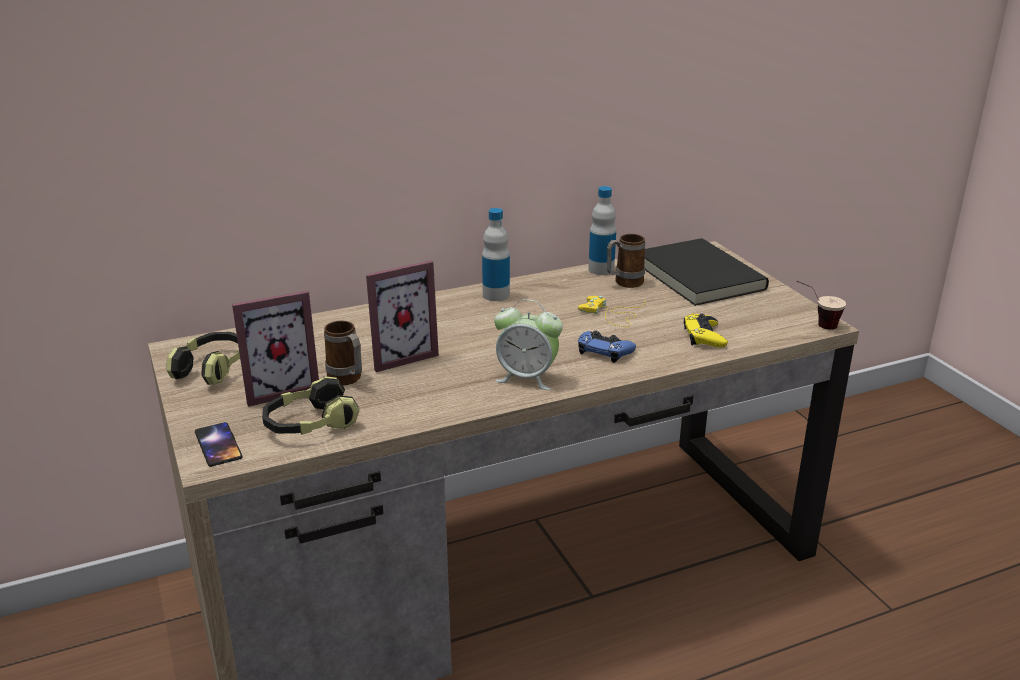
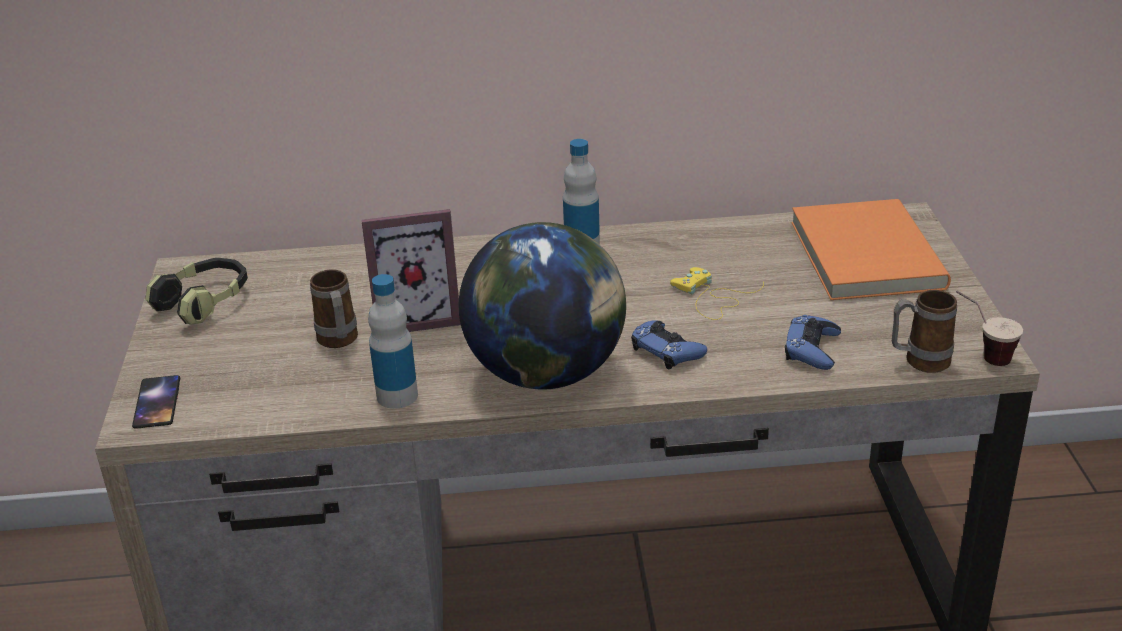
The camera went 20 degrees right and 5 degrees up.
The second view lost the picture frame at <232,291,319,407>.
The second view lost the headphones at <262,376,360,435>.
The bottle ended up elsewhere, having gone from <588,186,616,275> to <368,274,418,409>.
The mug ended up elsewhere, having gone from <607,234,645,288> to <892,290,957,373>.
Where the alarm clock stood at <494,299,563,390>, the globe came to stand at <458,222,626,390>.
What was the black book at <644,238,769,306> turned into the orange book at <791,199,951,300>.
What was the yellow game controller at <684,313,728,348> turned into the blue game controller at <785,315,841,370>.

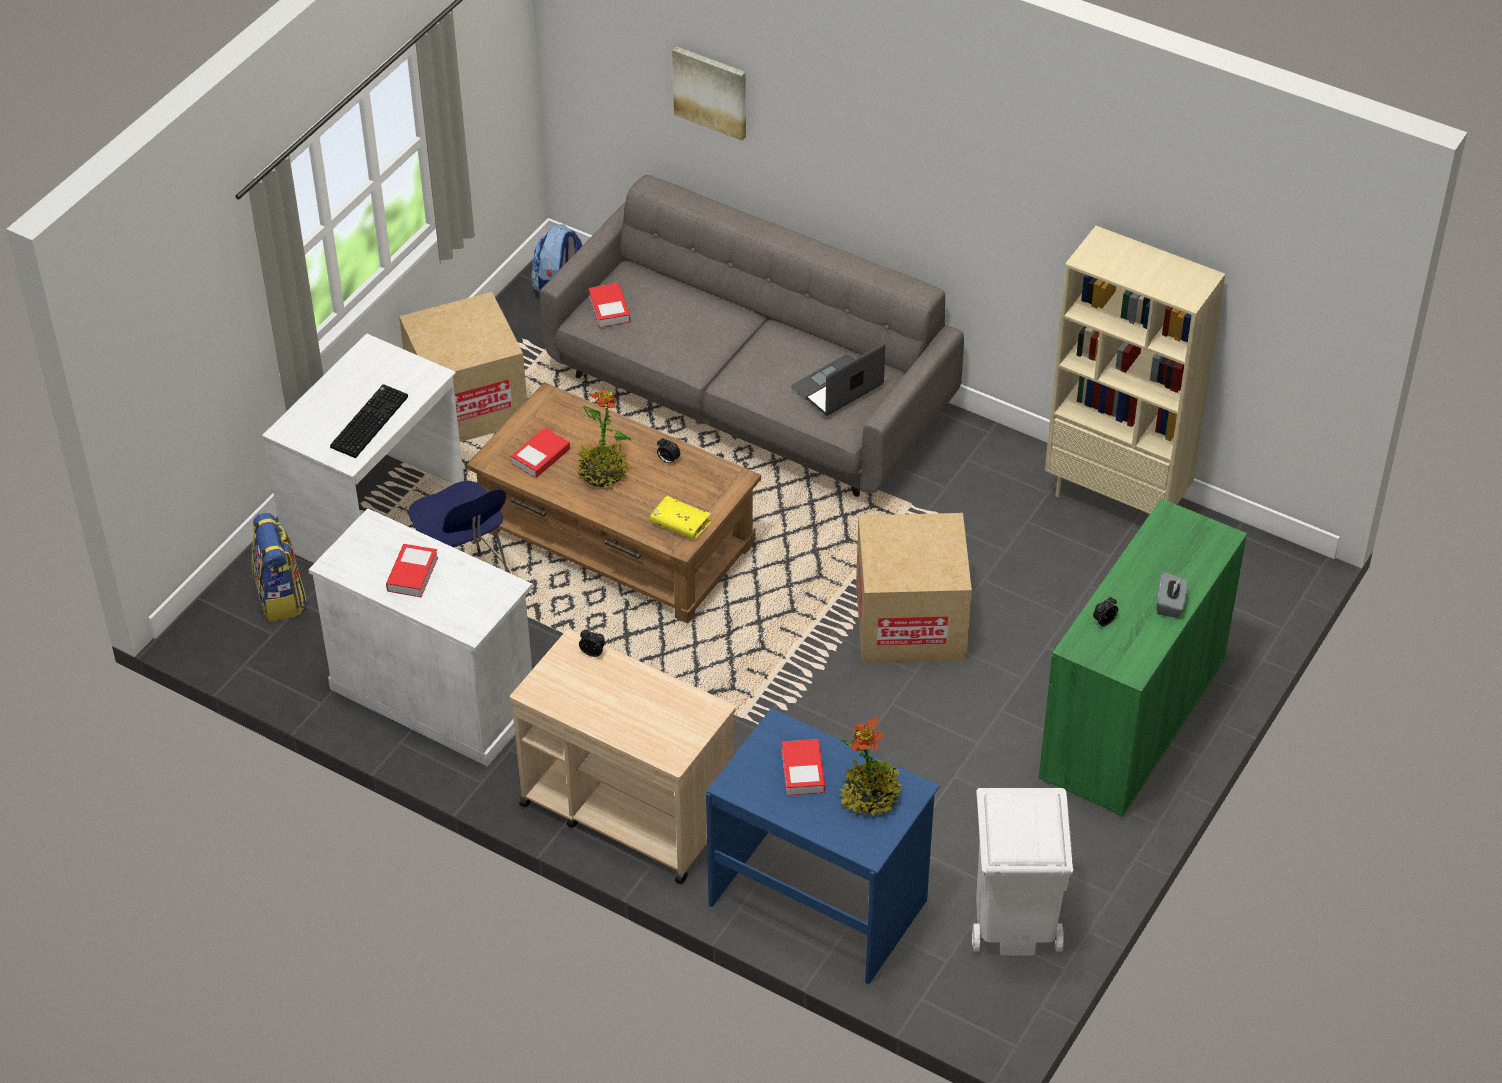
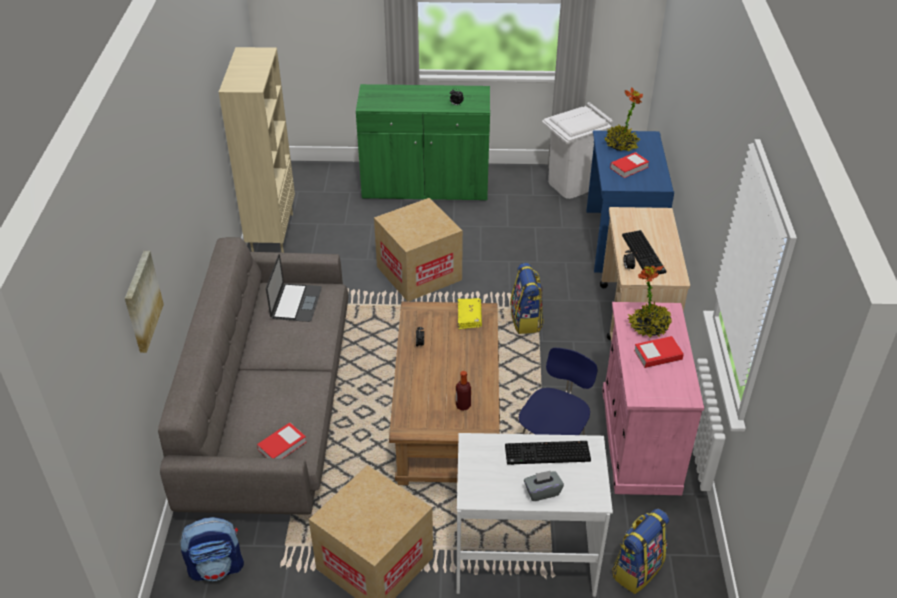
The camera went 120 degrees left and 5 degrees down.
The second view gained the backpack at <510,263,544,334>.
The second view gained the keyboard at <622,230,666,275>.
The potted plant ended up elsewhere, having gone from <576,388,632,487> to <627,266,672,338>.
The grey tissue box ended up elsewhere, having gone from <1157,572,1188,618> to <524,471,564,501>.
Where the book stood at <511,428,570,478>, the bottle came to stand at <456,371,471,411>.
What was the white cabinet at <308,508,533,767> turned into the pink cabinet at <602,302,704,495>.
The laptop at <791,343,885,416> ended up facing another way, 105 degrees counterclockwise from before.

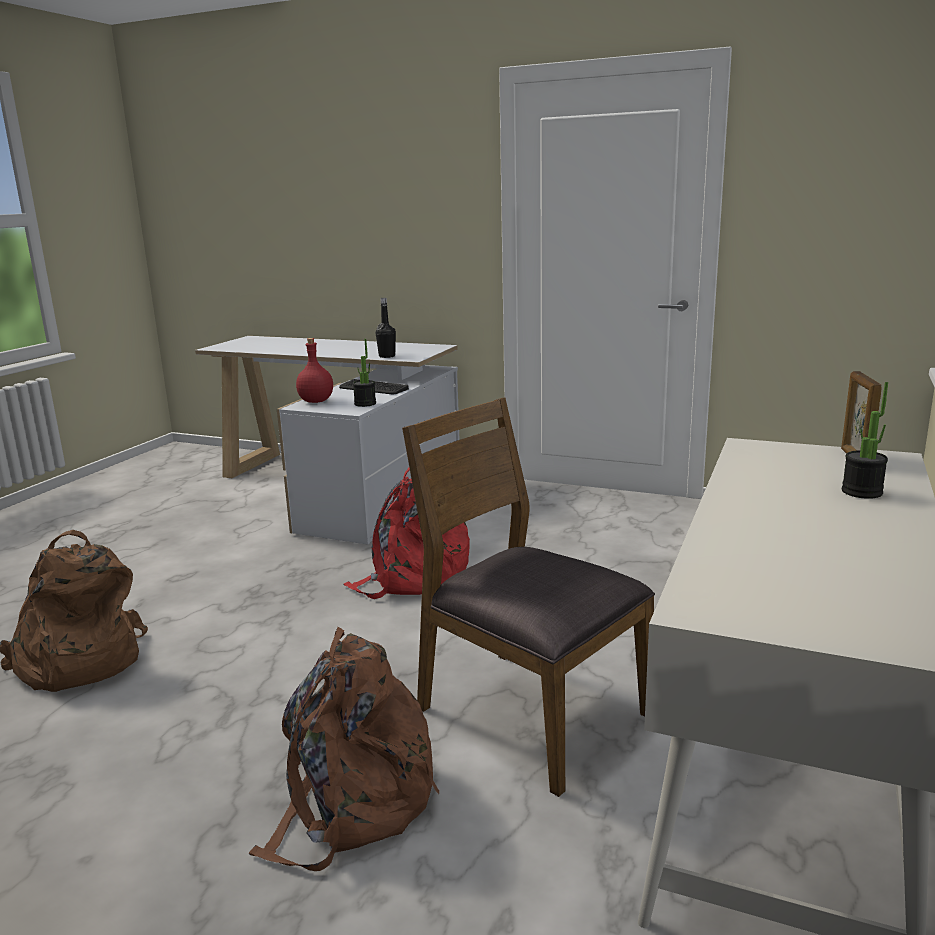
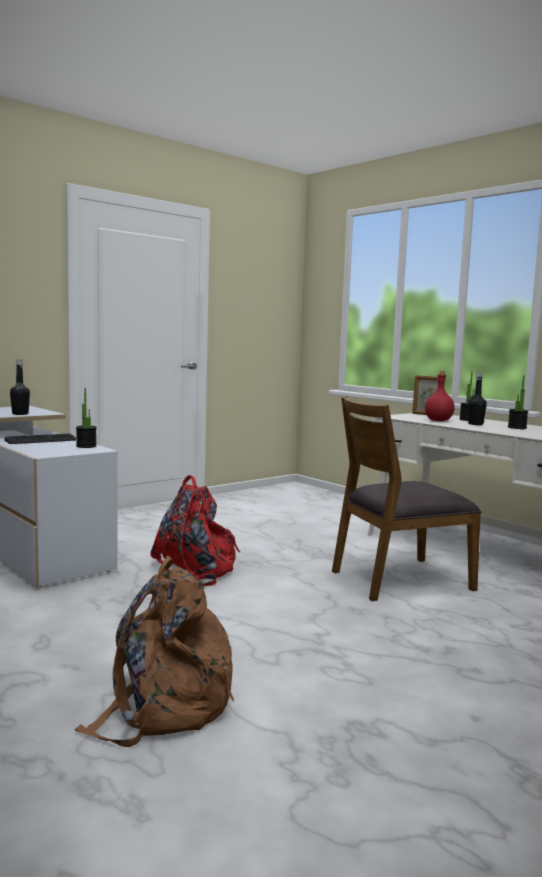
The camera went 65 degrees left and 10 degrees down.
The second view lost the brown backpack at <248,627,439,871>.
The second view gained the black bottle at <468,373,487,425>.
The second view gained the potted plant at <508,375,528,429>.
The red bottle ended up elsewhere, having gone from <296,338,333,403> to <425,371,455,421>.

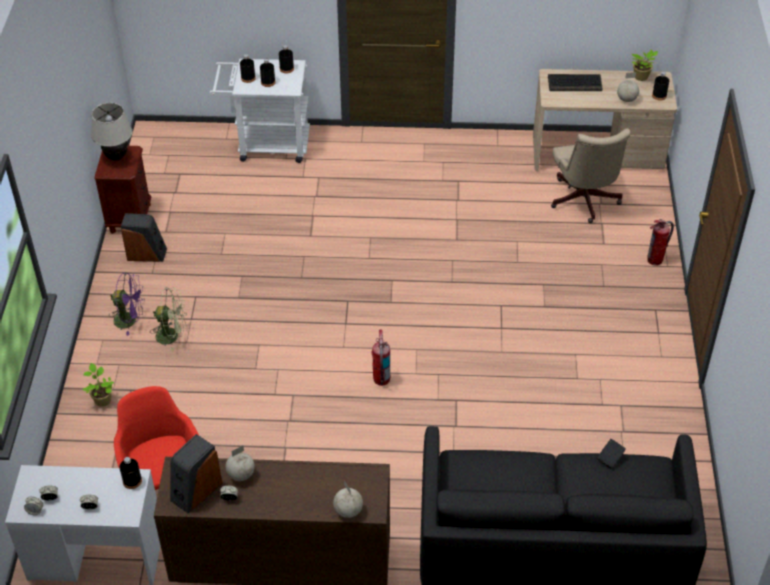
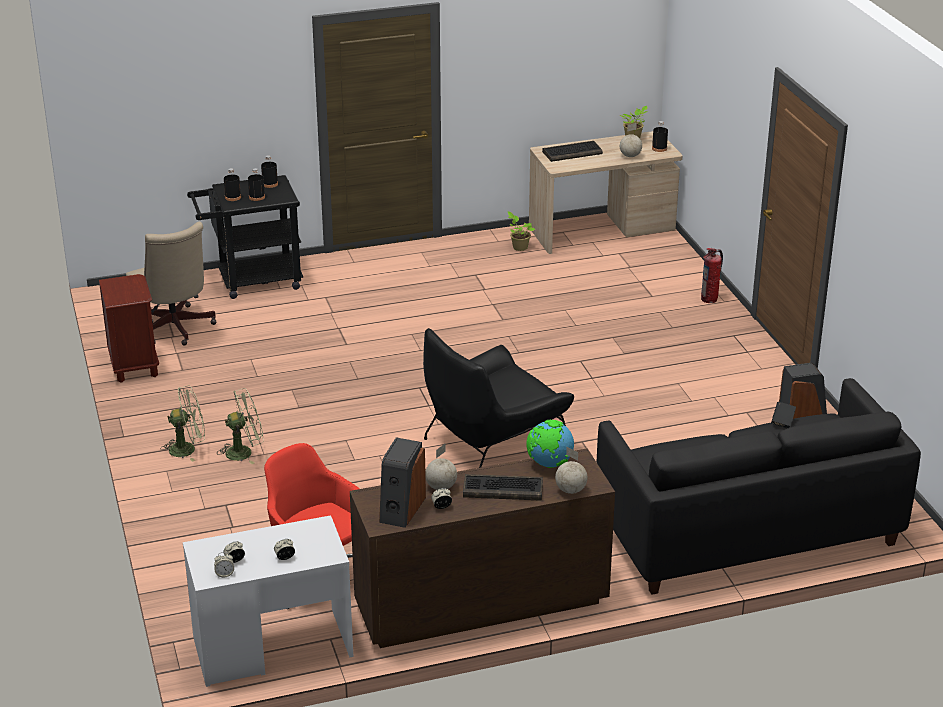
The camera went 20 degrees left and 15 degrees down.
The second view lost the beige table lamp at <91,103,132,161>.
The second view lost the black bottle at <119,457,142,489>.
The second view gained the keyboard at <463,474,543,501>.
The second view gained the globe at <526,420,574,468>.
The potted plant ended up elsewhere, having gone from <82,363,114,407> to <508,211,535,251>.
The speaker ended up elsewhere, having gone from <121,213,167,262> to <779,363,827,419>.
The beige office chair ended up elsewhere, having gone from <551,128,630,223> to <126,222,217,345>.
Where the fire extinguisher stood at <371,329,391,386>, the black armchair came to stand at <423,328,574,468>.
What was the purple fan at <110,272,145,336> turned into the green fan at <160,386,205,462>.
What was the white cart at <210,59,310,163> turned into the black cart at <187,175,303,299>.

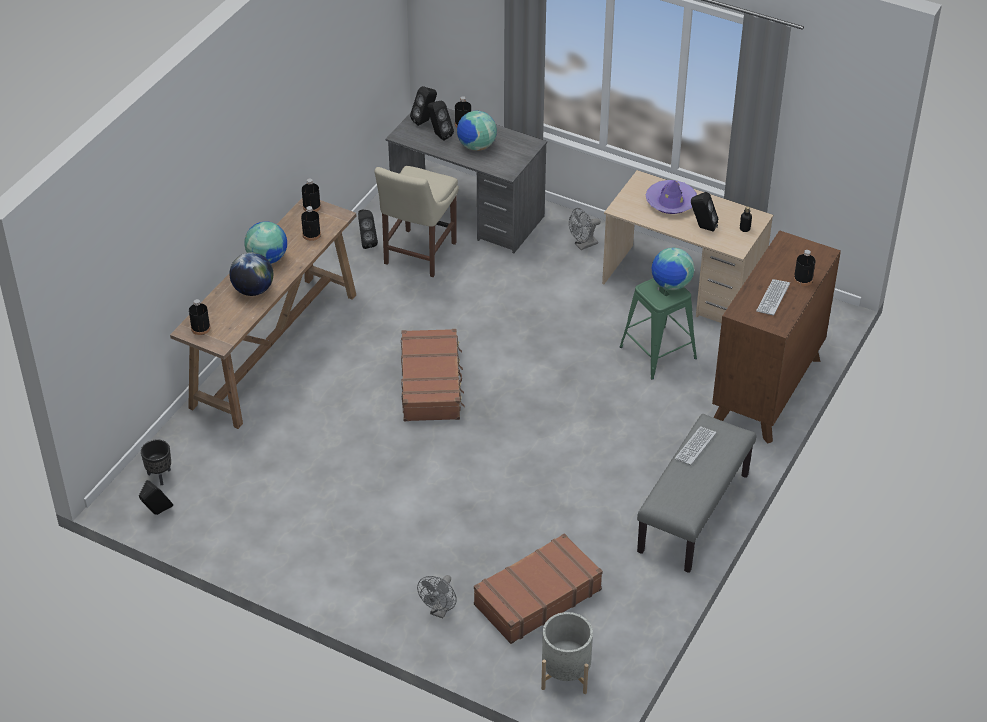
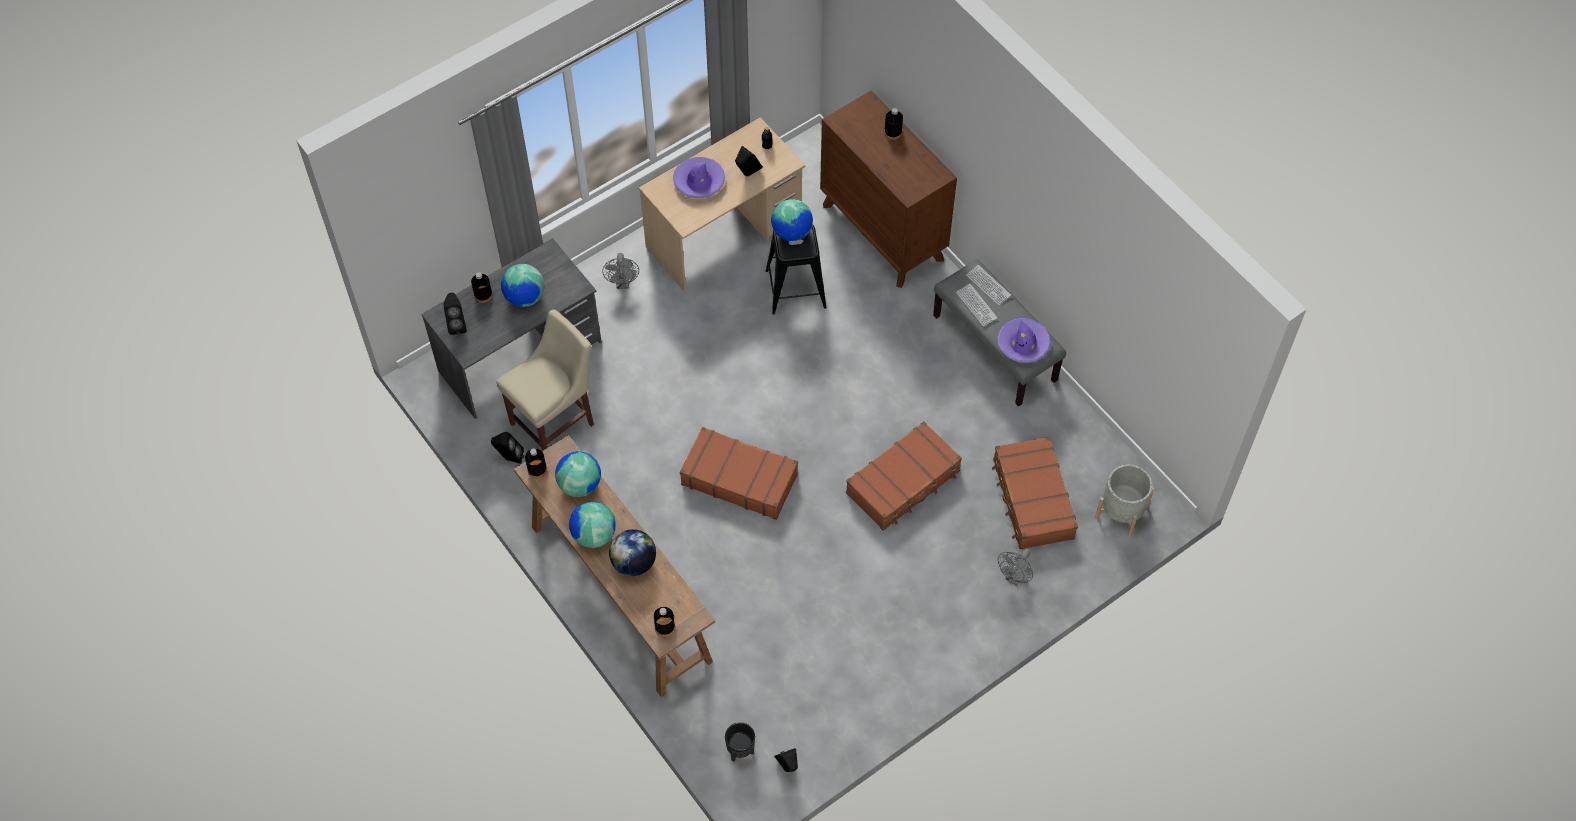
The camera went 65 degrees left and 15 degrees up.
The second view lost the black speaker at <427,101,454,141>.
The second view gained the brown suitcase at <846,421,962,531>.
The second view gained the purple hat at <997,318,1051,363>.
The keyboard ended up elsewhere, having gone from <756,279,790,316> to <966,265,1011,305>.
Where the black bottle stood at <301,206,321,241>, the globe came to stand at <555,451,601,497>.
What was the green stool at <620,278,697,380> turned into the black stool at <766,224,827,314>.
The beige chair at <375,166,459,277> ended up facing another way, 90 degrees counterclockwise from before.
The grey fan at <417,575,457,619> ended up facing another way, 75 degrees clockwise from before.

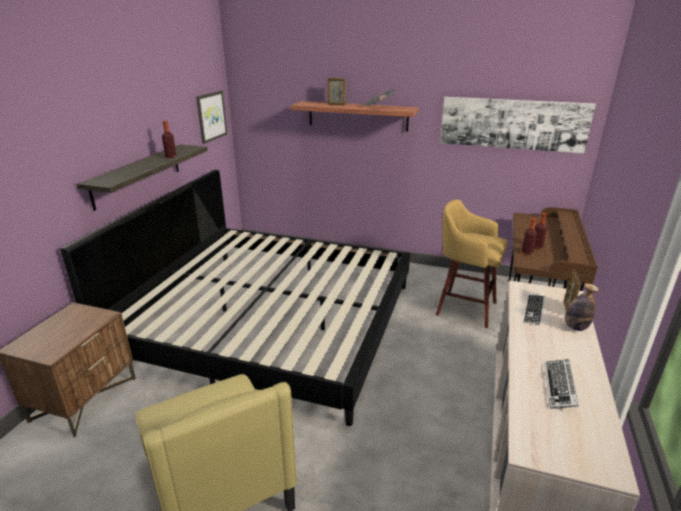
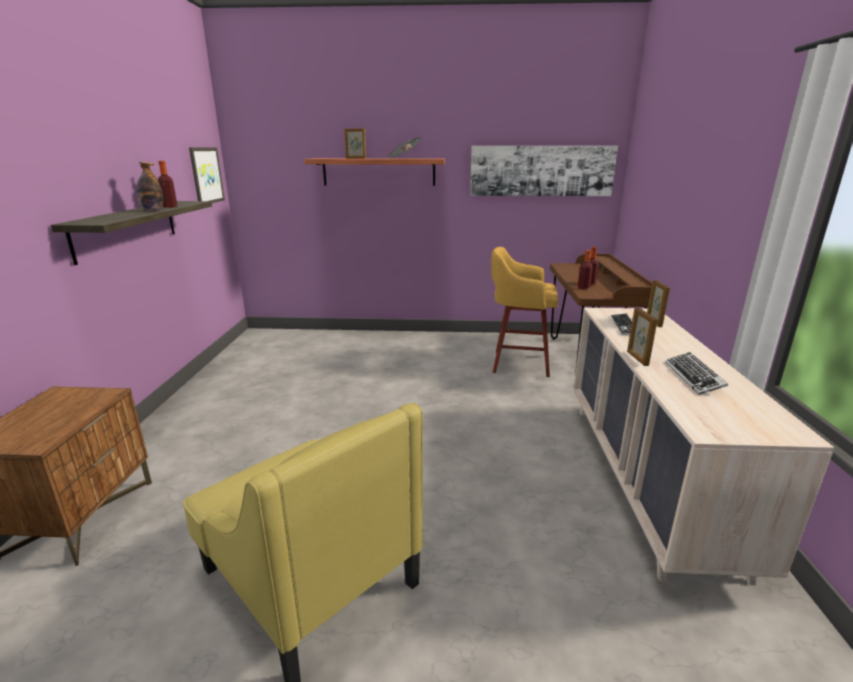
The camera went 15 degrees left and 5 degrees down.
The second view lost the bed at <60,170,410,426>.
The second view gained the picture frame at <627,308,658,366>.
The bottle ended up elsewhere, having gone from <565,283,599,331> to <136,162,164,211>.

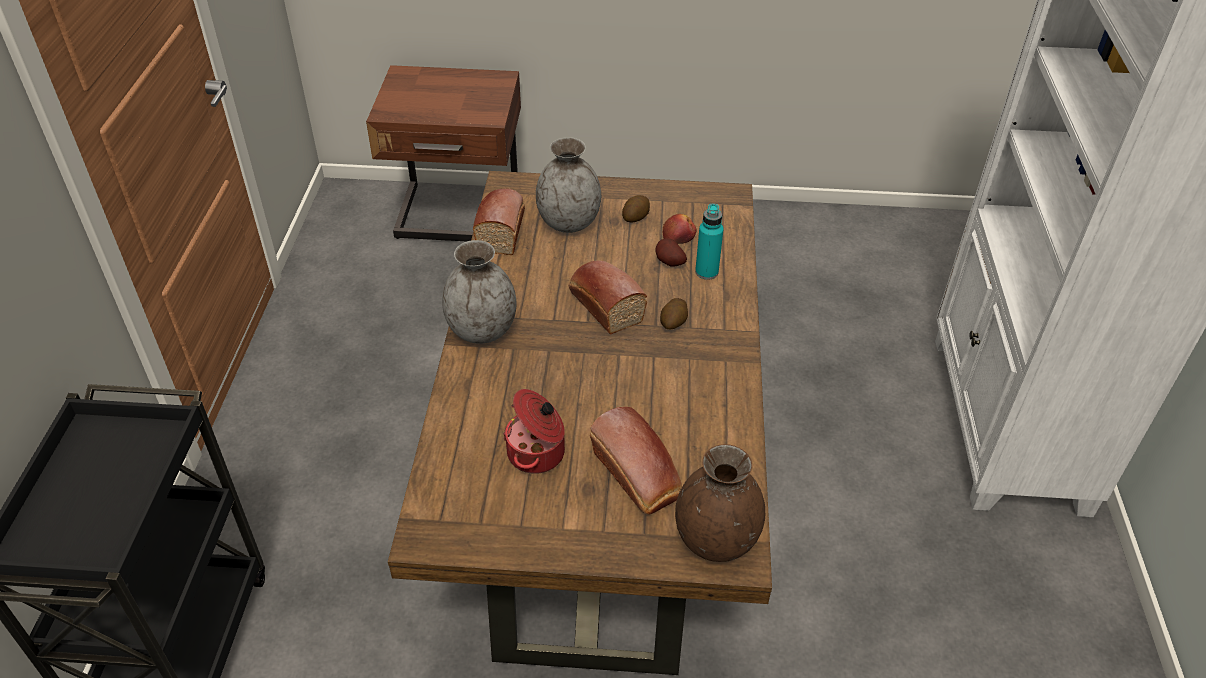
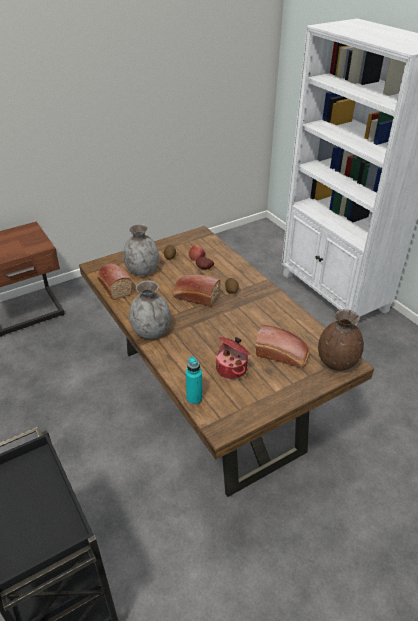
The camera went 35 degrees left and 5 degrees down.
The turquoise bottle ended up elsewhere, having gone from <695,204,723,280> to <186,356,202,405>.

